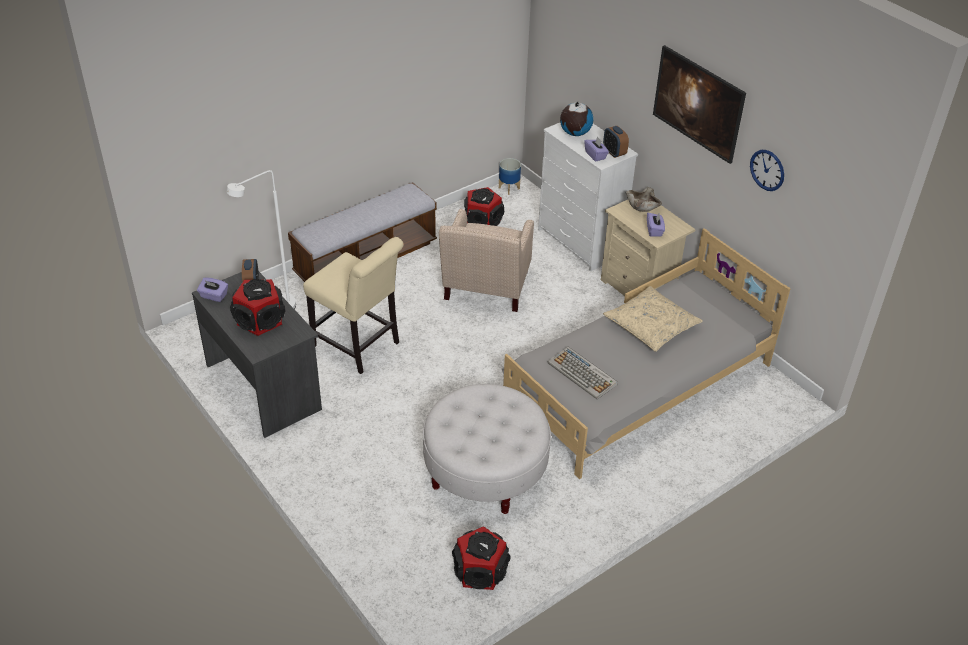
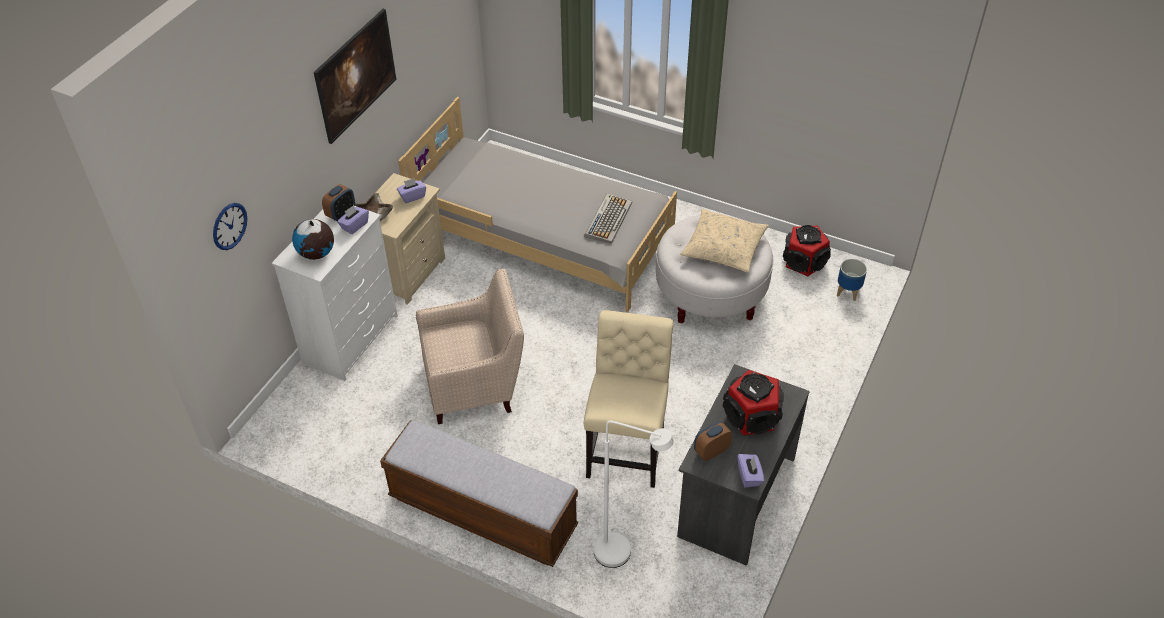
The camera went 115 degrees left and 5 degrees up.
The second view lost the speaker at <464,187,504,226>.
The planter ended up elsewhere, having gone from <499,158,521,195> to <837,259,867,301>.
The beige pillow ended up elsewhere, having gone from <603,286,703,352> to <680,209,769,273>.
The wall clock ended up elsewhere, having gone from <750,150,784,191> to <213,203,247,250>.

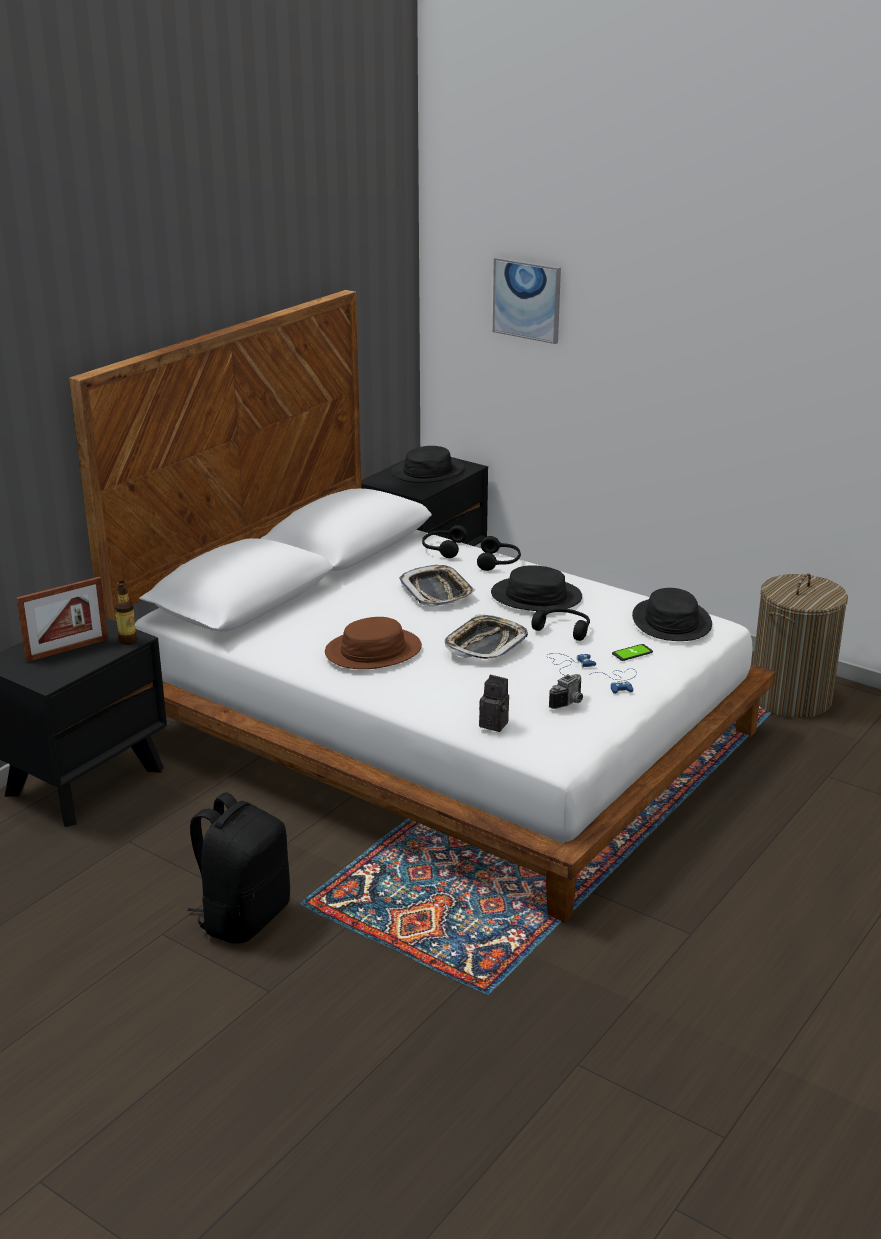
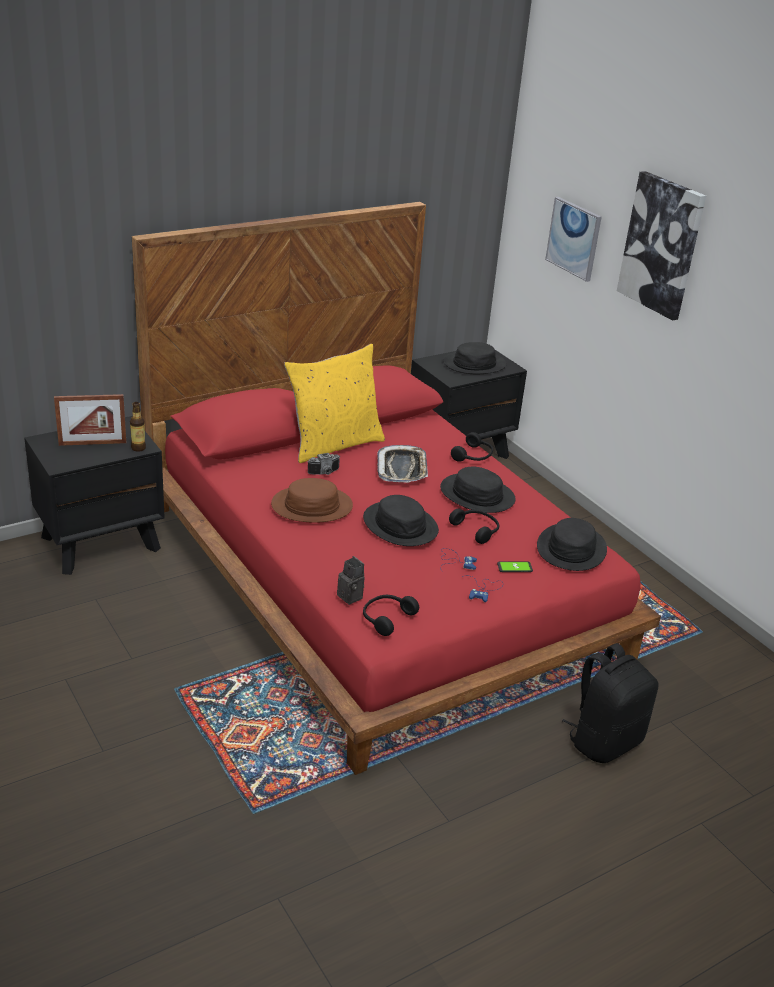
The camera went 20 degrees right and 5 degrees up.
The second view lost the laundry basket at <753,573,848,718>.
The second view gained the yellow pillow at <284,344,385,463>.
The second view gained the picture at <617,171,706,321>.
The black backpack ended up elsewhere, having gone from <187,792,290,944> to <562,643,659,763>.
The black headphones ended up elsewhere, having gone from <422,525,468,558> to <363,595,419,636>.
The photo camera ended up elsewhere, having gone from <549,674,583,709> to <308,453,340,475>.
Where the tray stood at <445,615,528,660>, the black hat came to stand at <363,495,439,546>.
What was the white bed at <69,290,776,923> turned into the red bed at <132,202,661,775>.

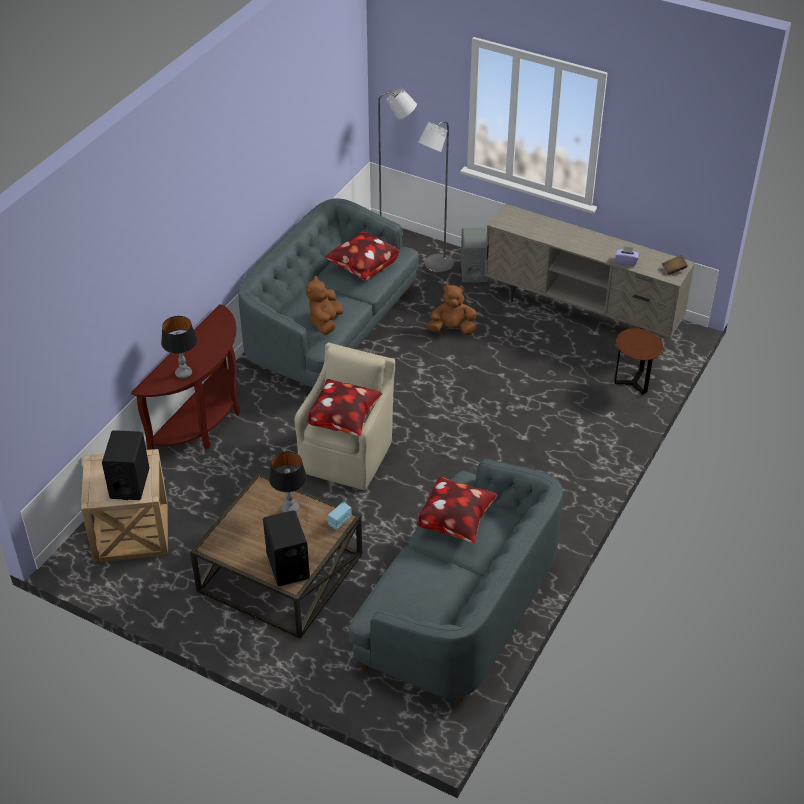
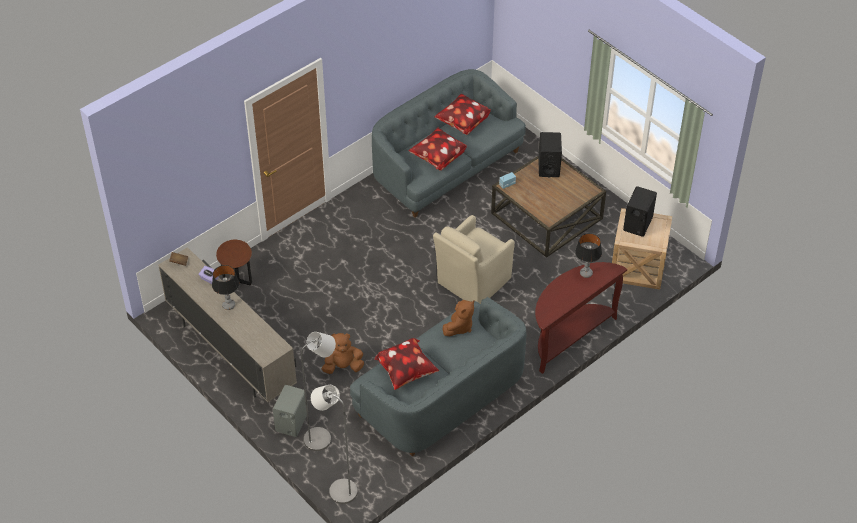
The camera went 160 degrees left and 5 degrees up.
The table lamp ended up elsewhere, having gone from <269,451,307,513> to <212,265,239,310>.
The pillow ended up elsewhere, having gone from <307,379,382,436> to <434,94,491,135>.
The brown plush toy at <426,284,477,335> ended up facing another way, 150 degrees clockwise from before.

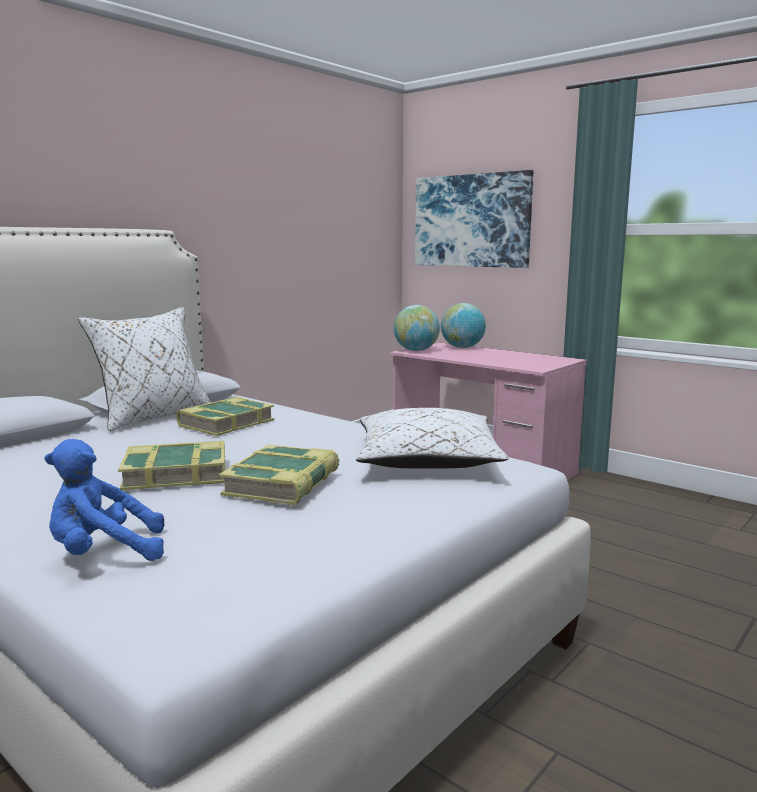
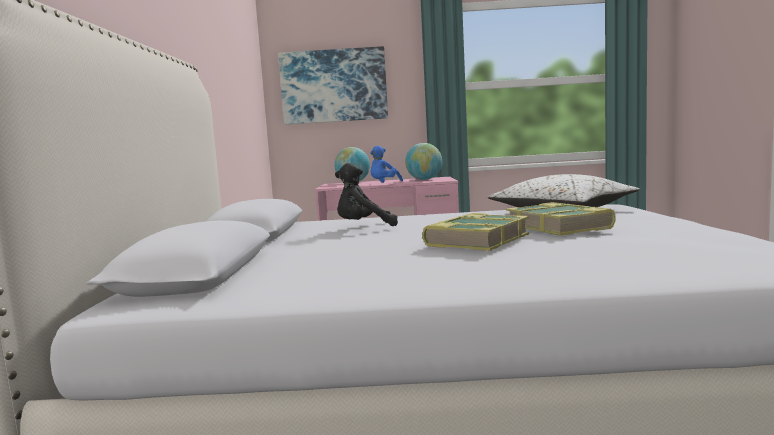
The camera went 40 degrees left and 5 degrees down.
The second view lost the white pillow at <78,307,211,432>.
The blue plush toy ended up elsewhere, having gone from <44,439,164,561> to <370,146,403,183>.
The globe ended up elsewhere, having gone from <394,305,440,351> to <405,143,442,180>.
Where the book stood at <176,397,274,436>, the black plush toy came to stand at <335,163,398,226>.

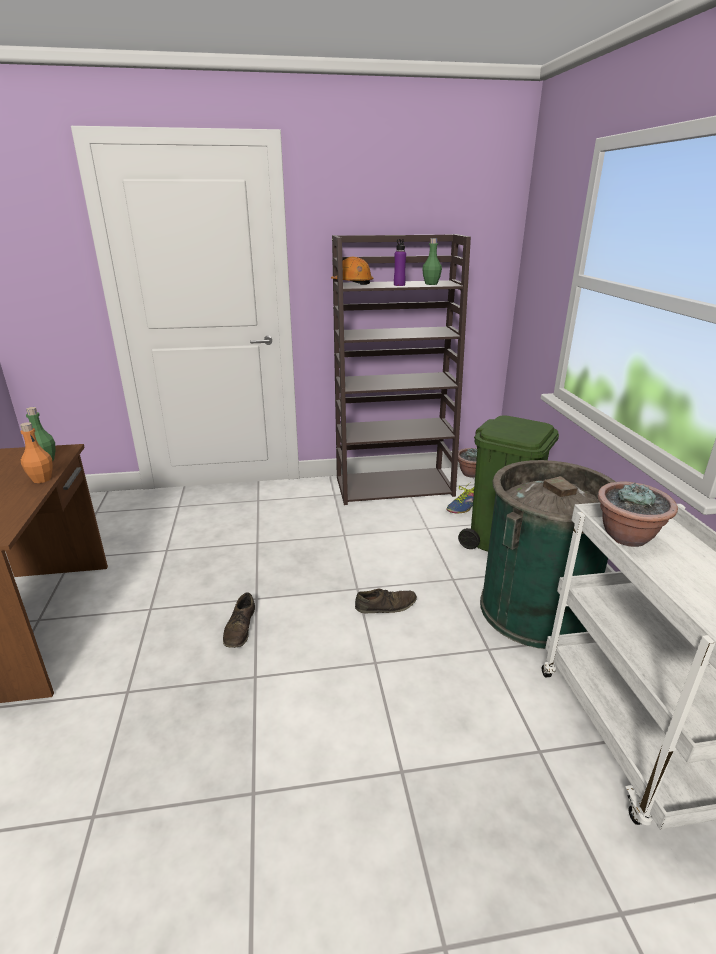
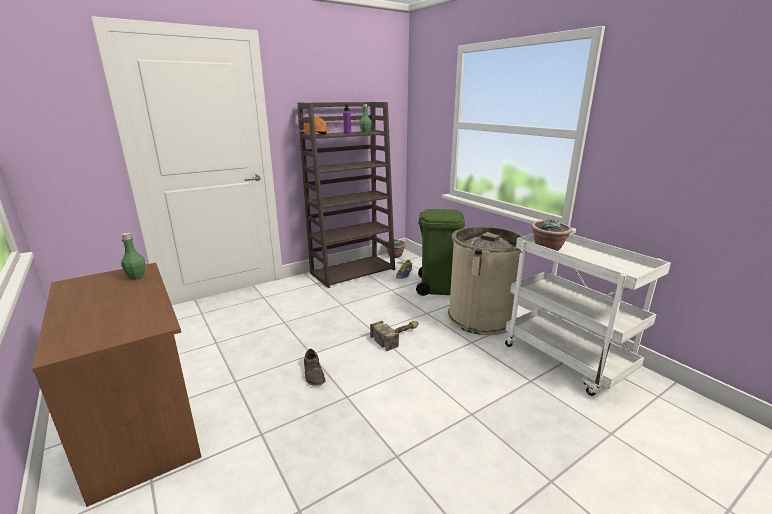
The camera went 25 degrees left and 5 degrees down.
The second view lost the orange bottle at <20,422,53,483>.
Where the brown shoe stood at <355,589,417,614>, the hammer came to stand at <370,321,419,351>.
What was the green trash can at <480,460,616,649> turned into the beige trash can at <448,226,524,335>.

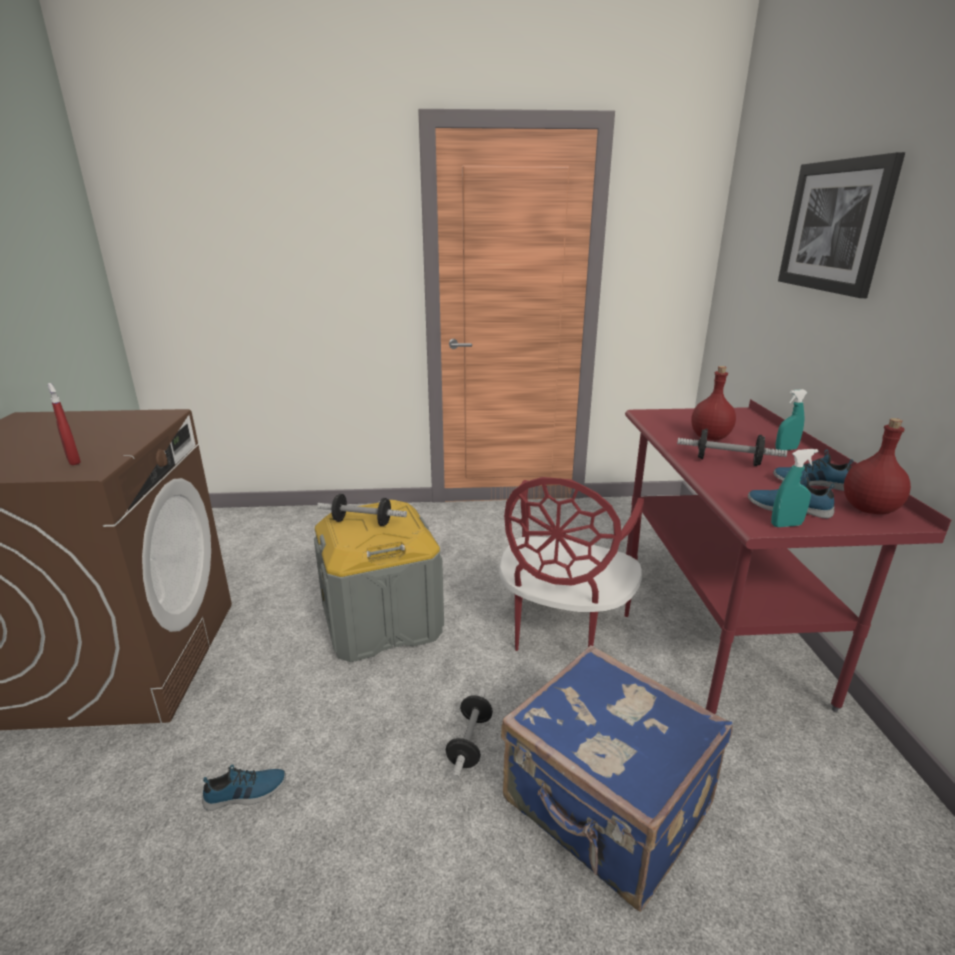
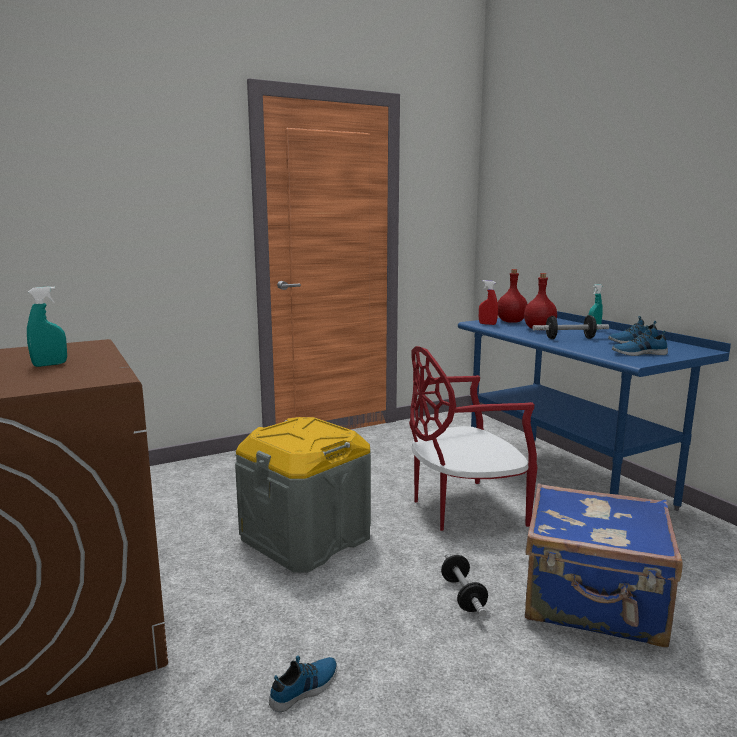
The camera went 25 degrees left and 10 degrees down.
The second view lost the dumbbell at <317,494,407,526>.
The second view lost the picture at <778,152,905,298>.
The red spray bottle ended up elsewhere, having gone from <48,383,81,465> to <479,280,498,325>.
The turquoise spray bottle ended up elsewhere, having gone from <771,449,818,527> to <27,286,67,367>.
The red bottle ended up elsewhere, having gone from <844,418,911,514> to <498,269,527,323>.
What was the red desk at <625,399,951,714> turned into the blue desk at <458,311,731,511>.
The red chair at <499,477,644,651> ended up facing another way, 75 degrees clockwise from before.

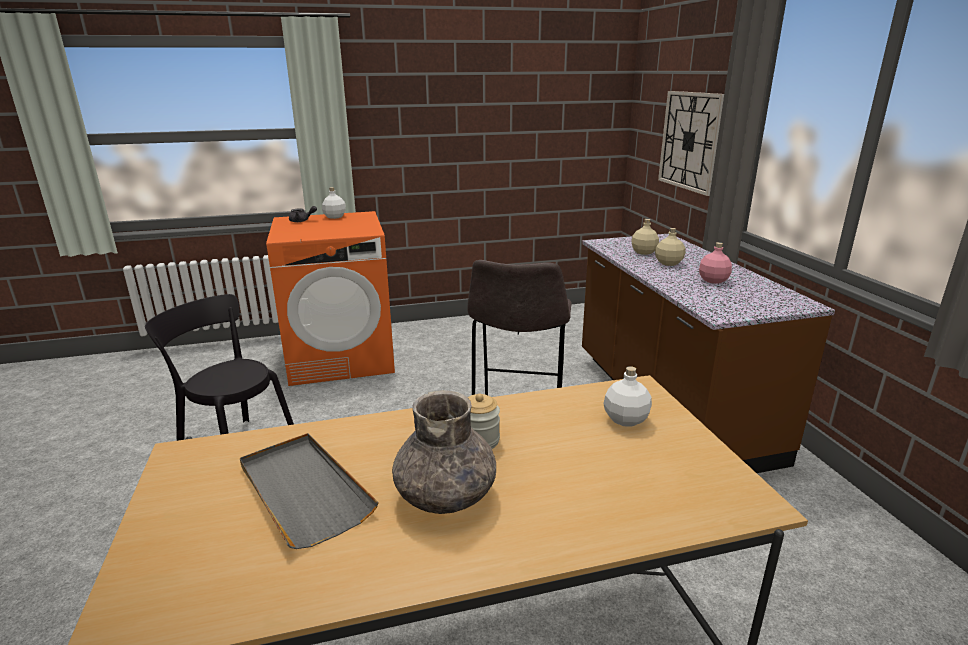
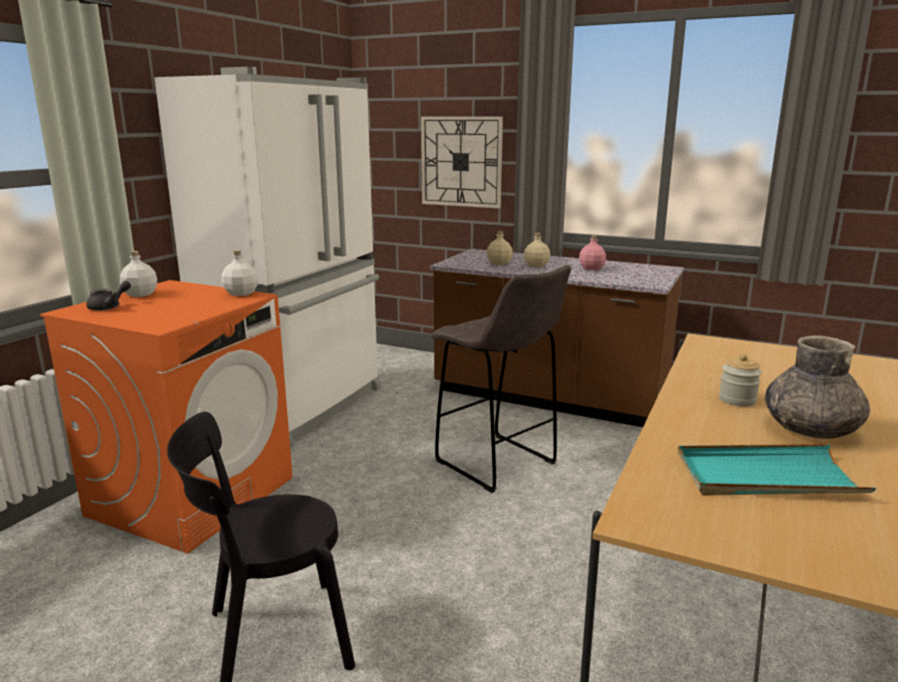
The camera went 50 degrees left and 5 degrees down.
The second view gained the white fridge at <154,67,381,448>.
The white bottle ended up elsewhere, having gone from <603,366,652,427> to <221,250,258,296>.
What was the grey tray at <240,433,379,549> turned into the turquoise tray at <677,444,876,496>.

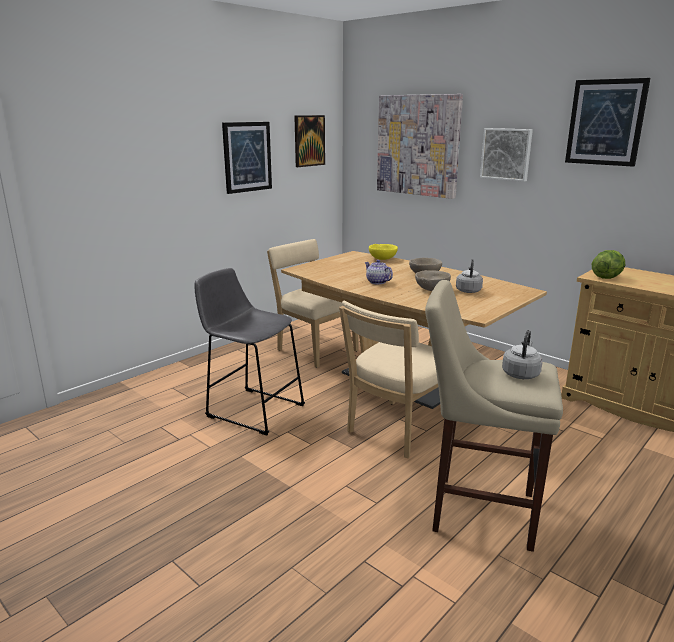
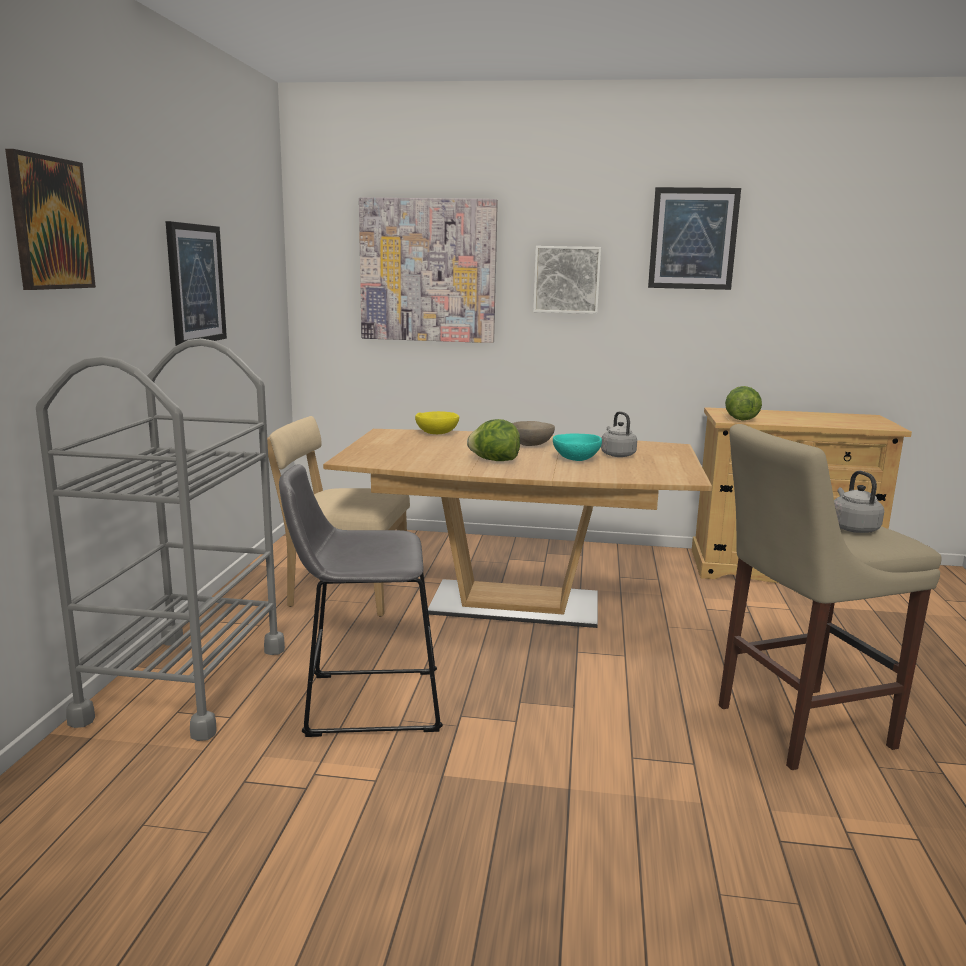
The camera went 35 degrees left and 5 degrees down.
The second view lost the beige chair at <339,301,438,458>.
The second view gained the grey cart at <36,338,285,741>.
The picture ended up elsewhere, having gone from <294,115,325,167> to <5,149,96,290>.
Where the teapot stood at <365,260,393,284>, the lettuce came to stand at <467,419,520,461>.
What was the beige bowl at <415,270,451,291> turned into the turquoise bowl at <553,434,602,461>.

